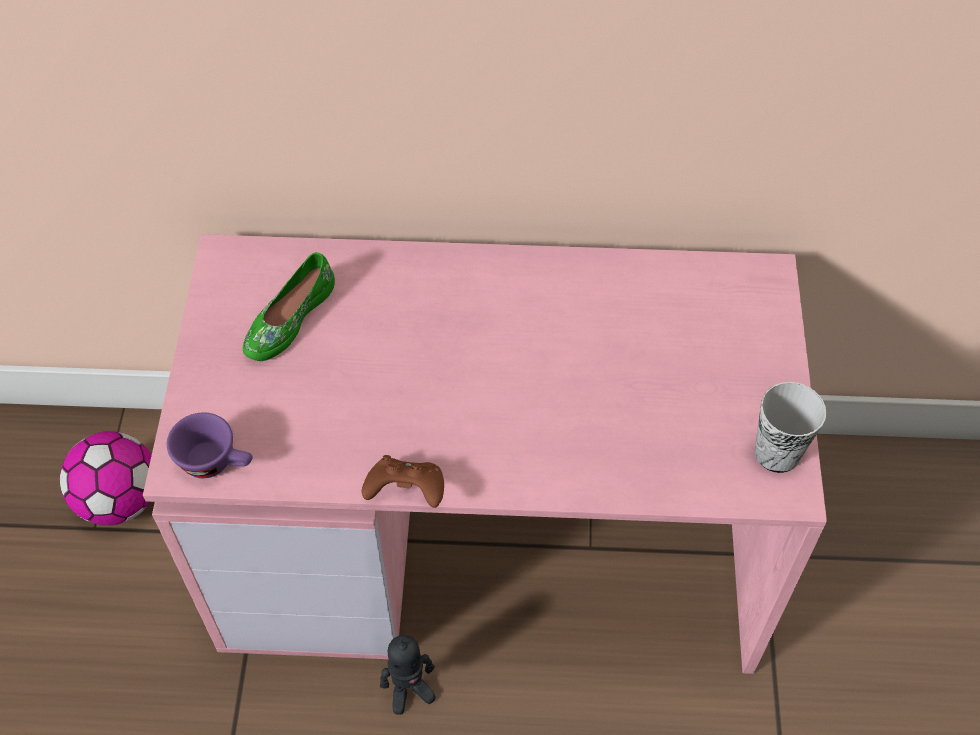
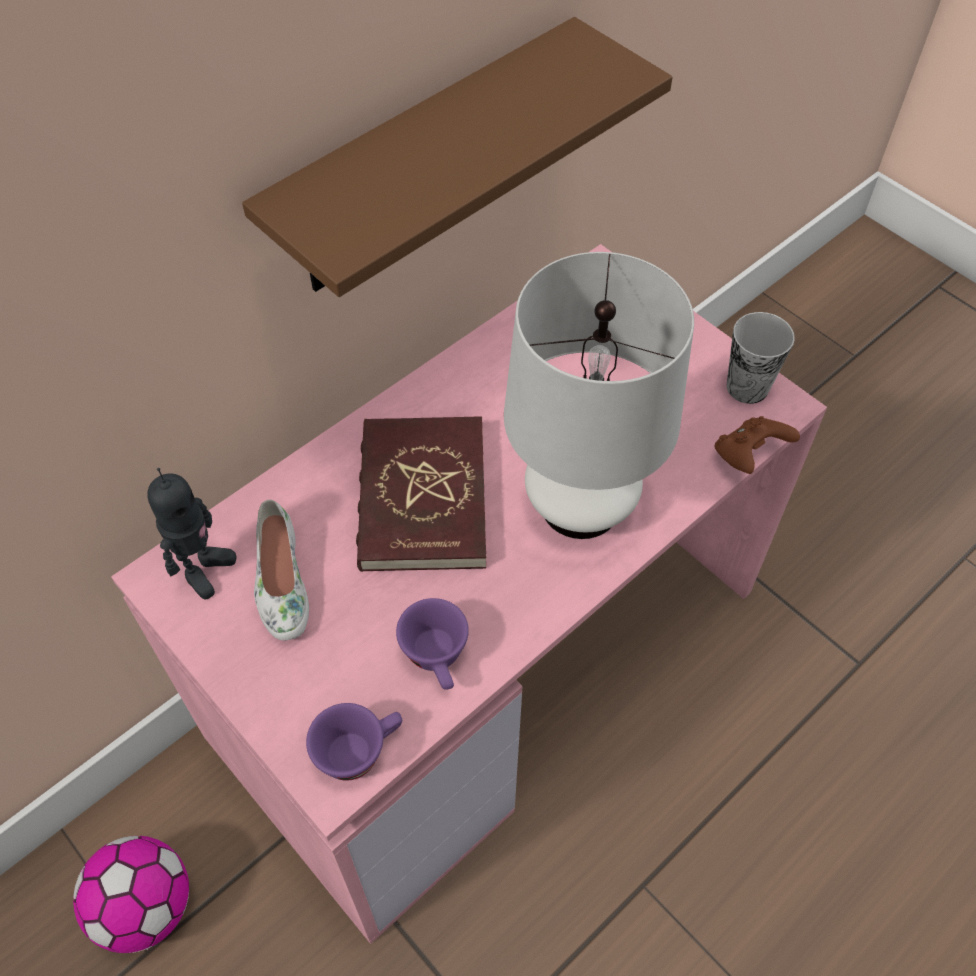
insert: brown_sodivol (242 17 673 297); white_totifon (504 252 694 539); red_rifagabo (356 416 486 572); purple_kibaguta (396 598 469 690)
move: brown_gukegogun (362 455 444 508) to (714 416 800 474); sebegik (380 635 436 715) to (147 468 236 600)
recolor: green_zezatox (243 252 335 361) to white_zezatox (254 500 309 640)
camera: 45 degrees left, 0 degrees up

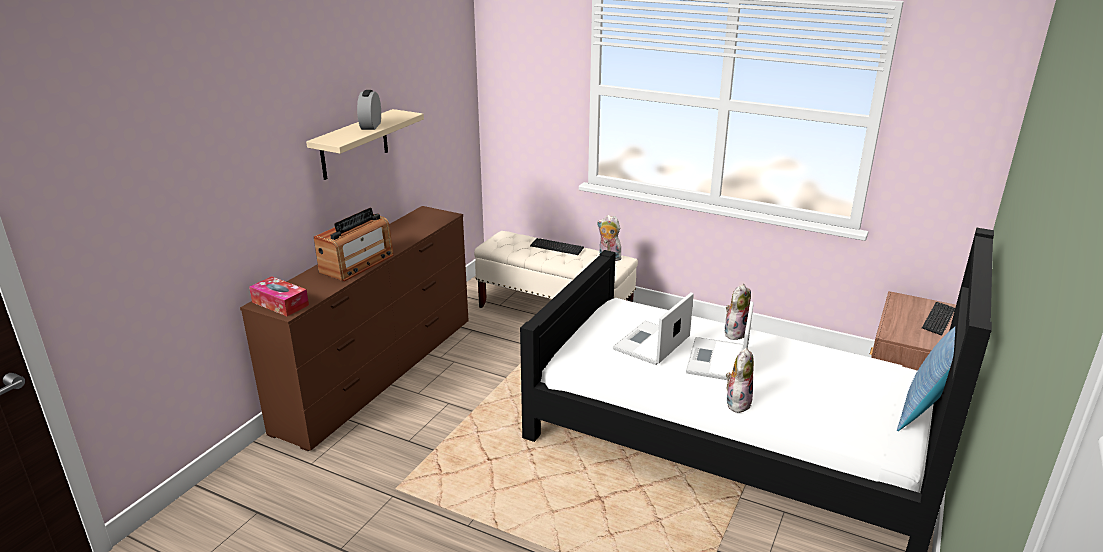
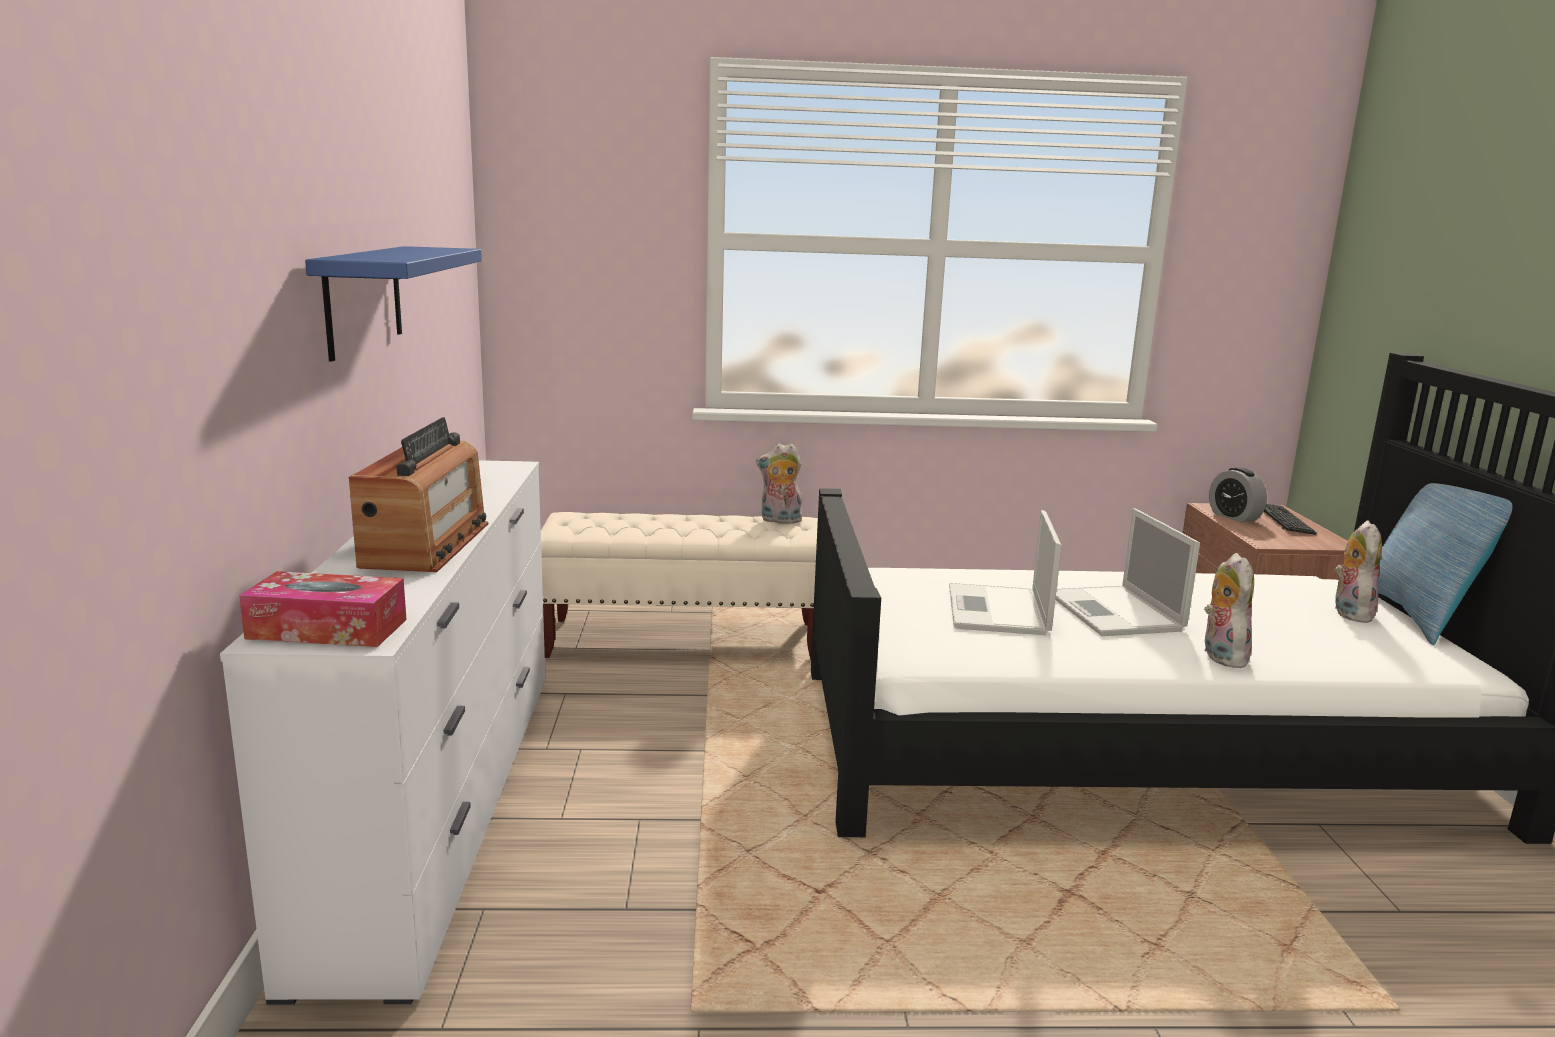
delete: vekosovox (530 238 584 255)
move: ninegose (357 90 381 130) to (1209 467 1267 523); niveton (725 284 751 340) to (1335 520 1382 623)
recolor: beige_sodivol (306 109 424 180) to blue_sodivol (305 246 482 361); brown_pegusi (240 206 469 452) to white_pegusi (220 460 545 1004)
camera: 30 degrees left, 10 degrees down

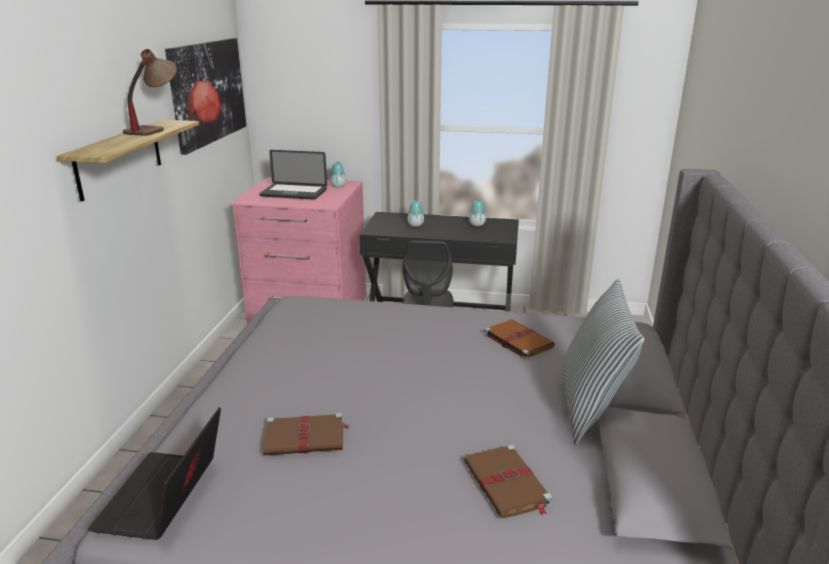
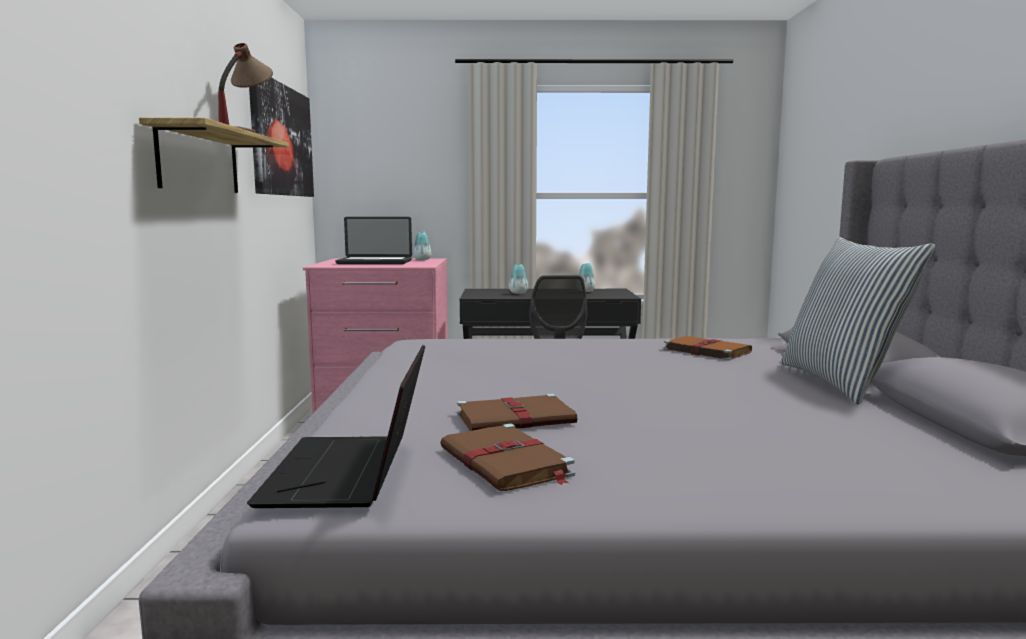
move: brown_rifagabo (464 444 552 518) to (440 423 575 491)
camera: 10 degrees left, 15 degrees down

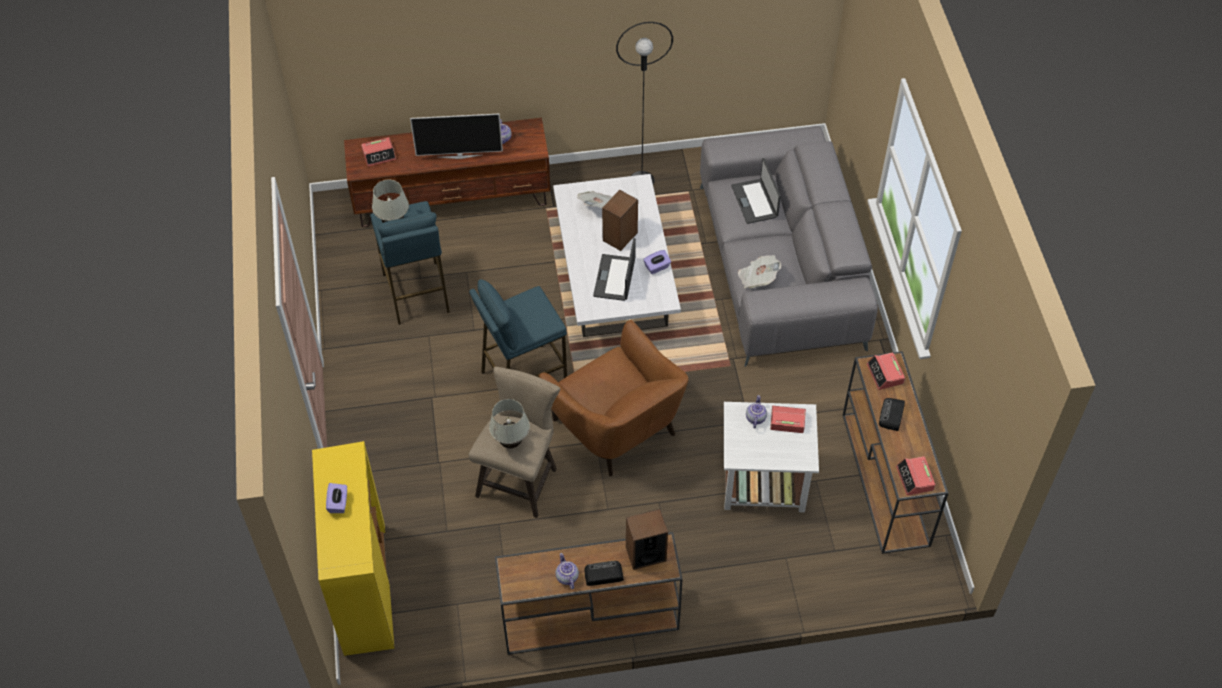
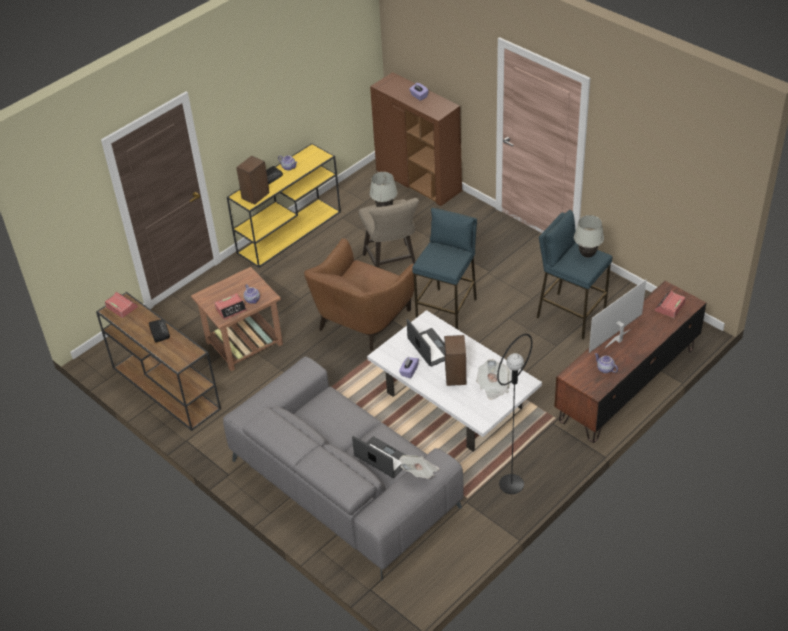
delete: ninegose (866 352 905 390)
move: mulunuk (738 255 781 288) to (399 455 439 479)
recolor: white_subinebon (724 402 819 512) to brown_subinebon (191 267 283 371); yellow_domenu (312 441 394 656) to brown_domenu (370 72 462 206); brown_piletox (495 532 683 655) to yellow_piletox (227 143 341 268)
rotate: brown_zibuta (538 320 689 476) = (304 238 417 351) 75 degrees counterclockwise
camera: 145 degrees right, 10 degrees down

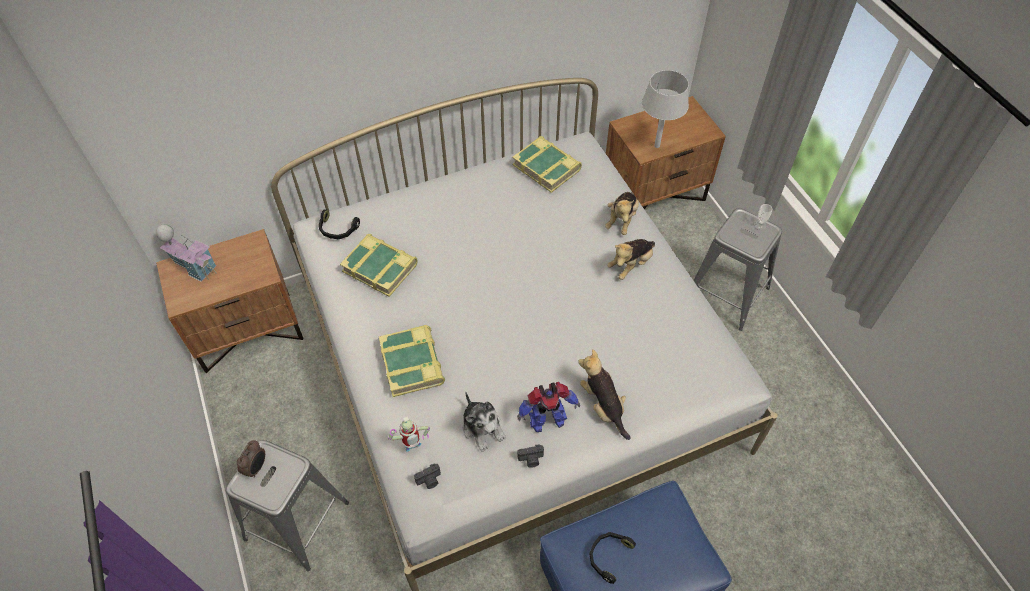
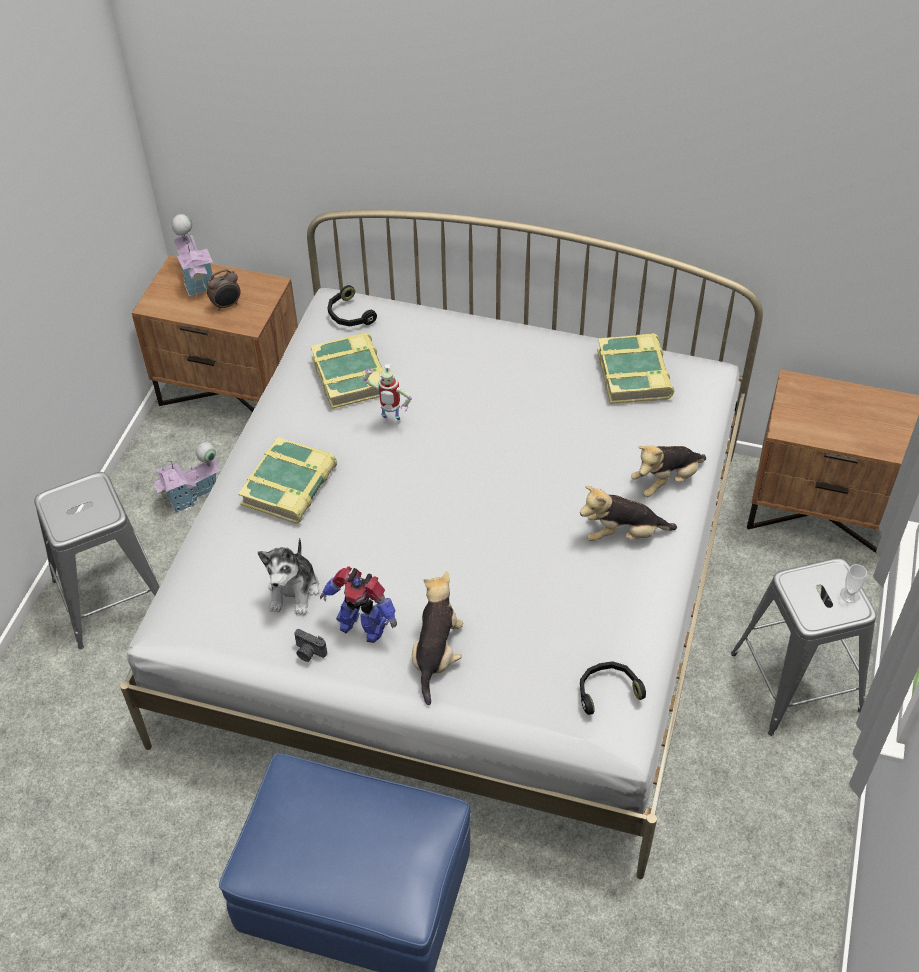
delete: grey_totifon (642 70 689 148); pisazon (414 463 441 489)
insert: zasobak (152 442 220 513)
move: sebegik (388 417 430 453) to (363 364 412 423); ninegose (237 440 265 478) to (207 269 241 311); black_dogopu (589 532 636 584) to (580 661 646 715)
camera: 40 degrees right, 5 degrees down

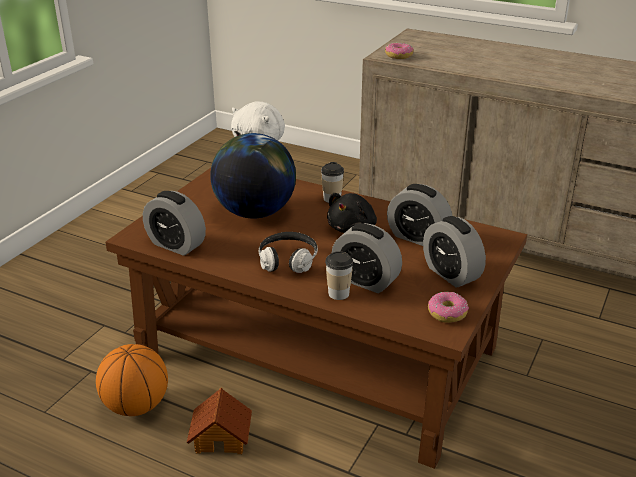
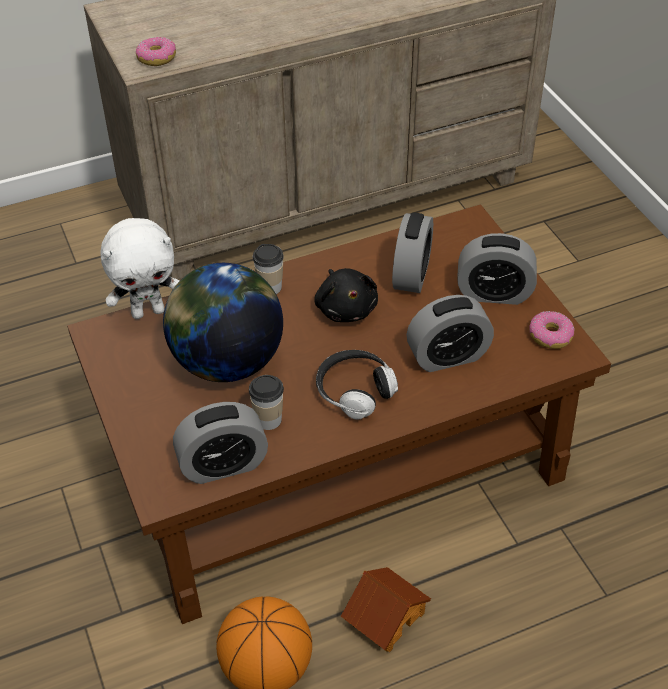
move: kibaguta (325 251 353 300) to (249 375 284 430)
rotate: ninegose (387 184 452 246) = (392 213 433 293) 60 degrees counterclockwise
camera: 50 degrees left, 15 degrees up

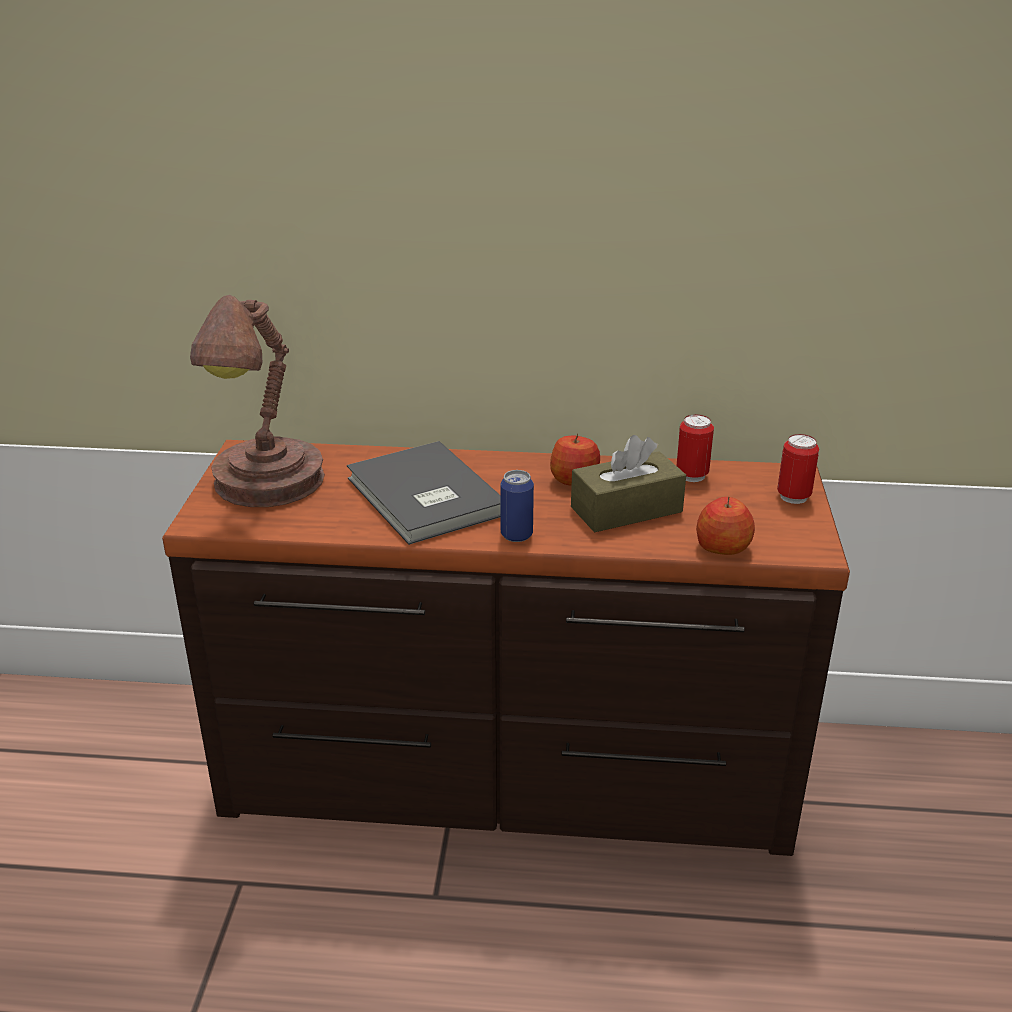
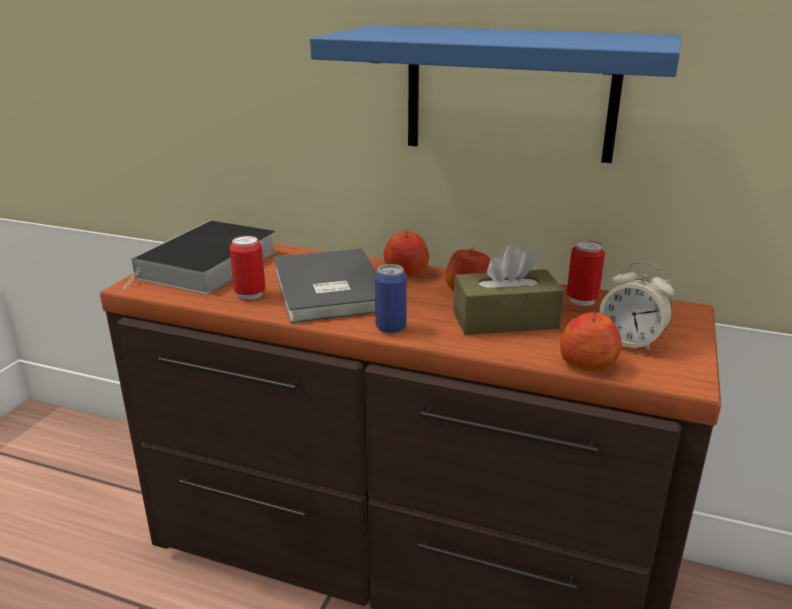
insert: blue_sodivol (310 25 681 163); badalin (383 230 429 277); ninegose (599 262 674 353)
move: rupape (777 434 819 504) to (230 235 265 300)
replace: brown_totifon (190 295 325 507) to rifagabo (122 220 276 294)
camera: 15 degrees right, 5 degrees down

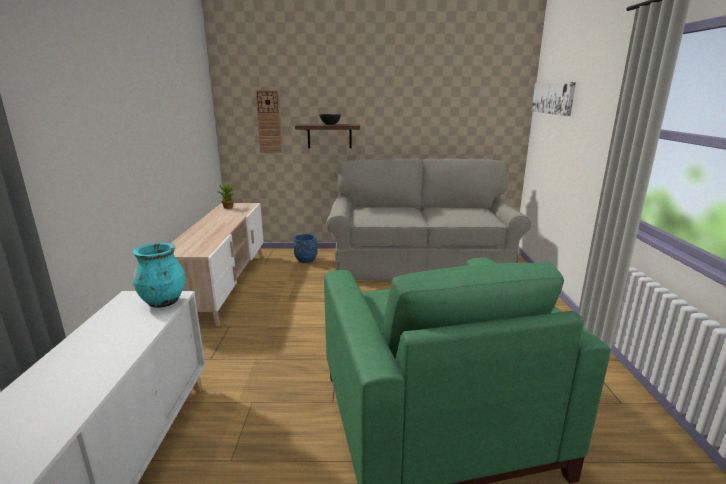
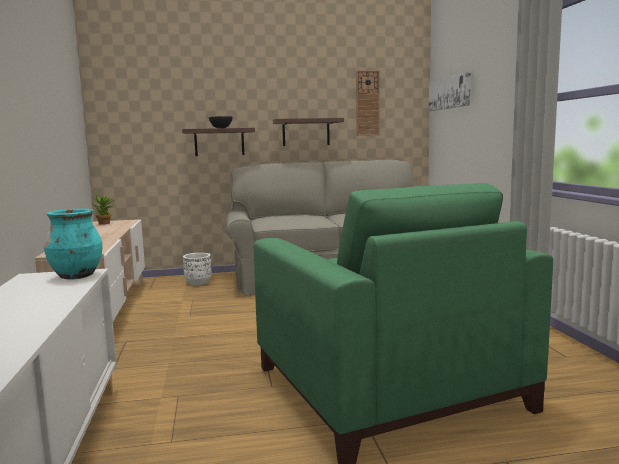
insert: sodivol (273 118 344 146)
move: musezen (255 90 282 152) to (356 70 380 136)
recolor: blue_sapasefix (293 234 317 263) to white_sapasefix (183 253 212 285)
camera: 10 degrees left, 10 degrees down

